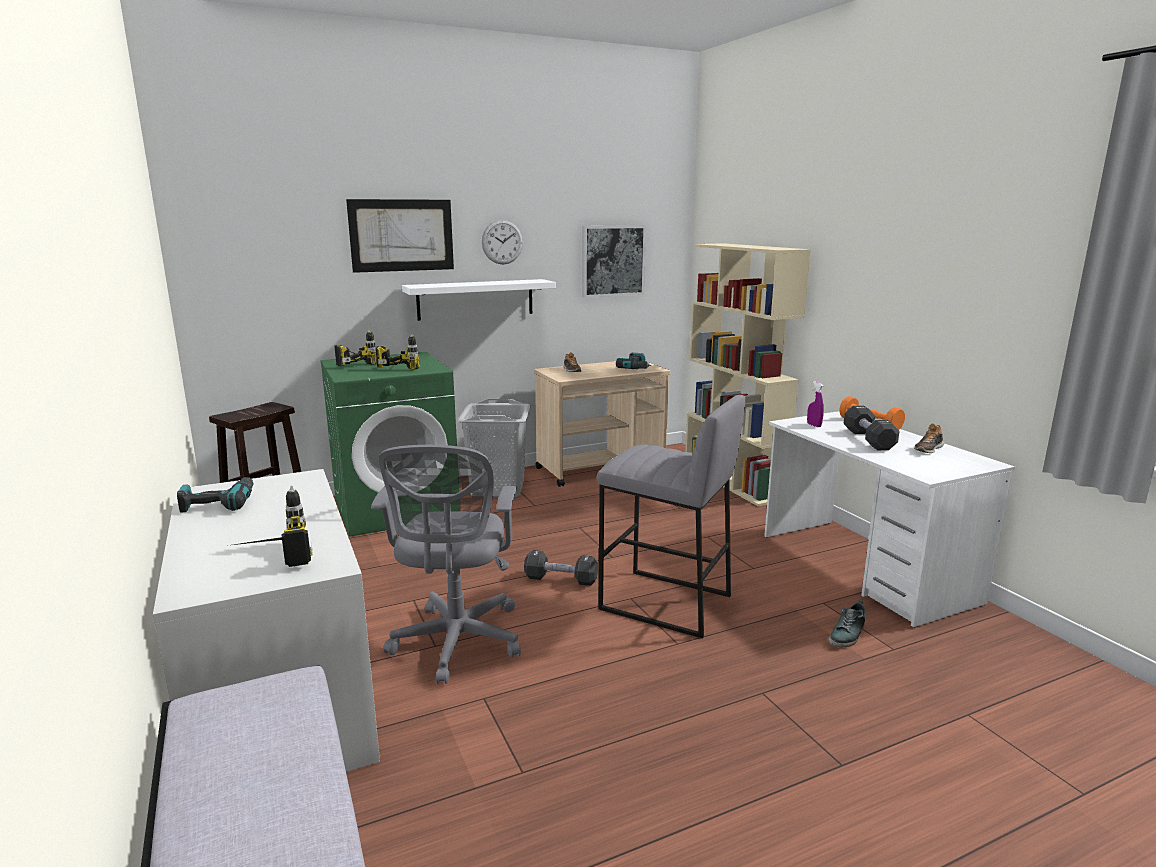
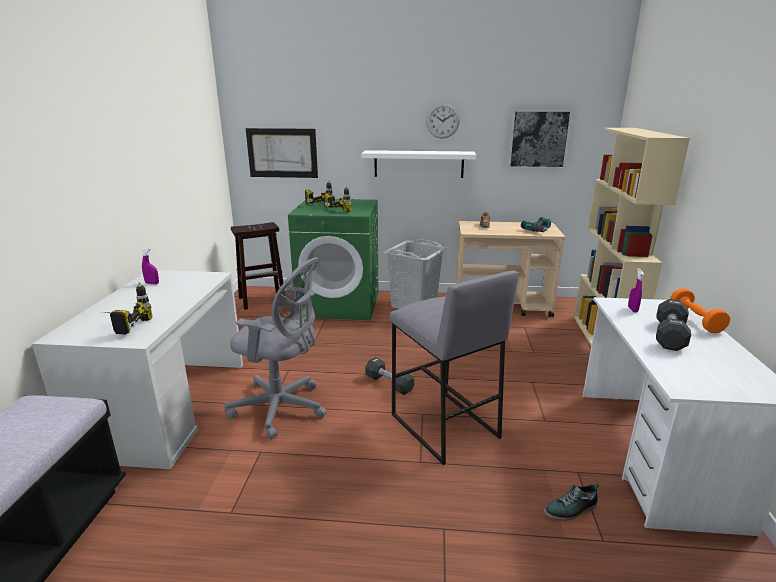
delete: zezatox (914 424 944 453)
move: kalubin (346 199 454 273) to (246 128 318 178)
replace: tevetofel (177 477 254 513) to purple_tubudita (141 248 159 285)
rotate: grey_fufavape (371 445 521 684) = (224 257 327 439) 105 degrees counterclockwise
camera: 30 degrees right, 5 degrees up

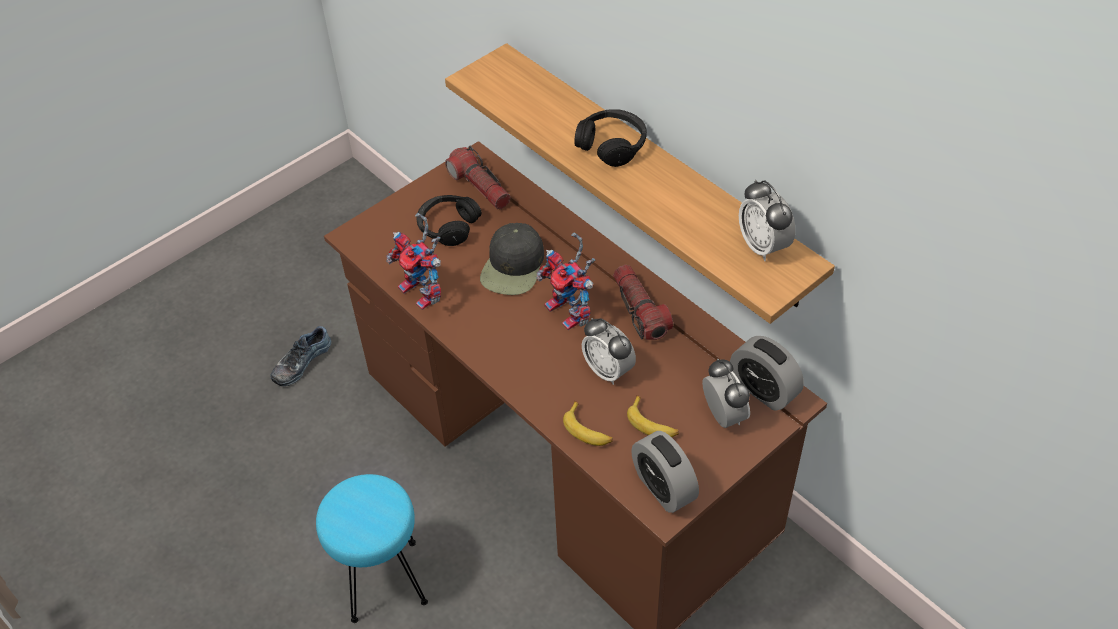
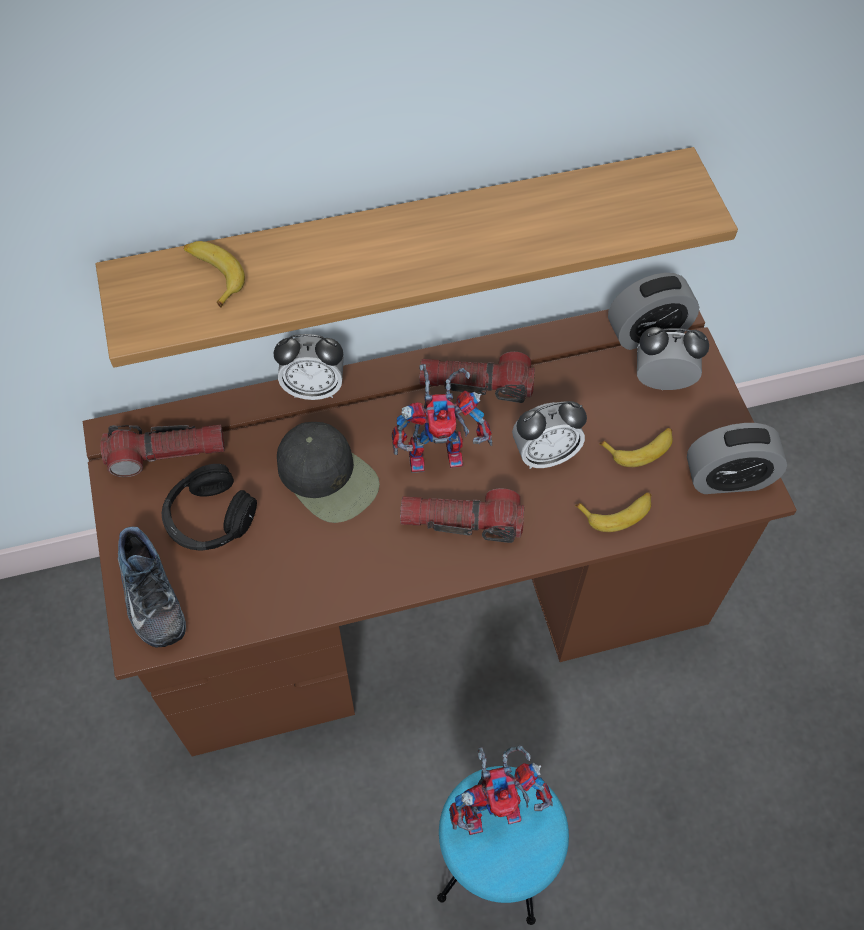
delete: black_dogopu (574 109 647 167)
insert: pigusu (184 241 245 308); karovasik (400 488 524 543)
move: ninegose (739 180 796 261) to (274 334 344 400); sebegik (386 213 441 310) to (449 745 553 835); zezatox (271 326 331 386) to (118 527 186 647)
camera: 65 degrees left, 10 degrees up

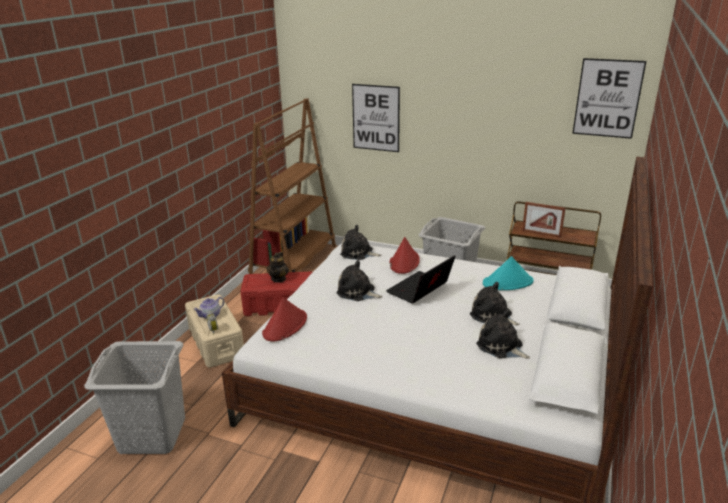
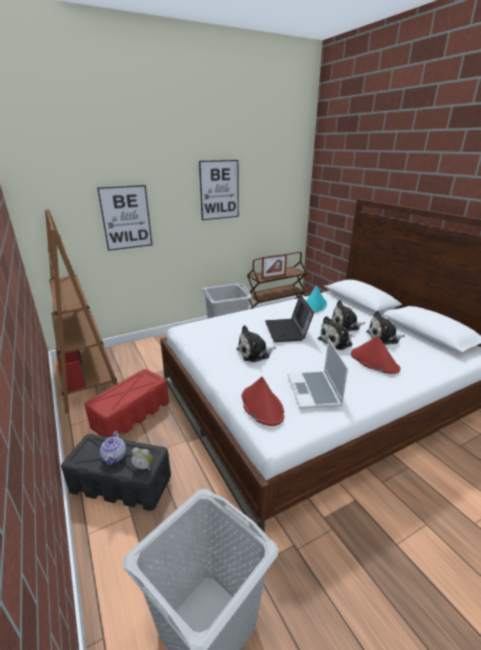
delete: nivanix (267 252 289 283)
insert: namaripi (288 338 348 409)
move: kalubin (572 58 646 139) to (199 160 239 220); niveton (340 225 382 260) to (318 316 353 350); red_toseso (390 237 420 274) to (351 336 400 374)
recolor: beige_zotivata (185 294 244 368) to black_zotivata (61 434 171 511)
camera: 50 degrees left, 0 degrees up

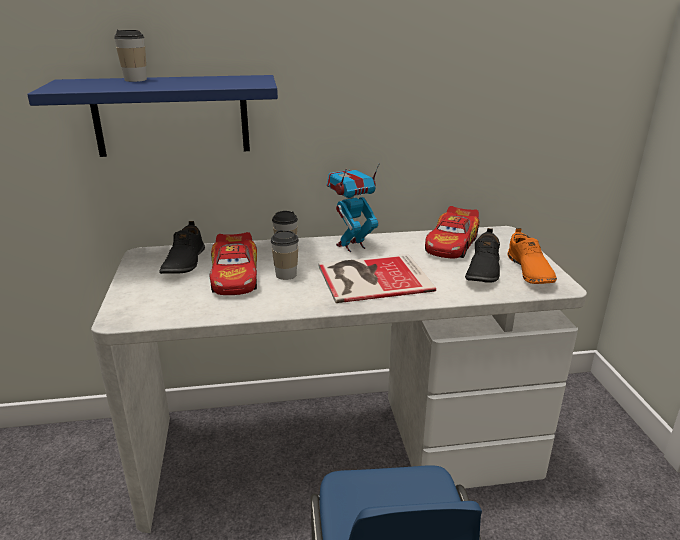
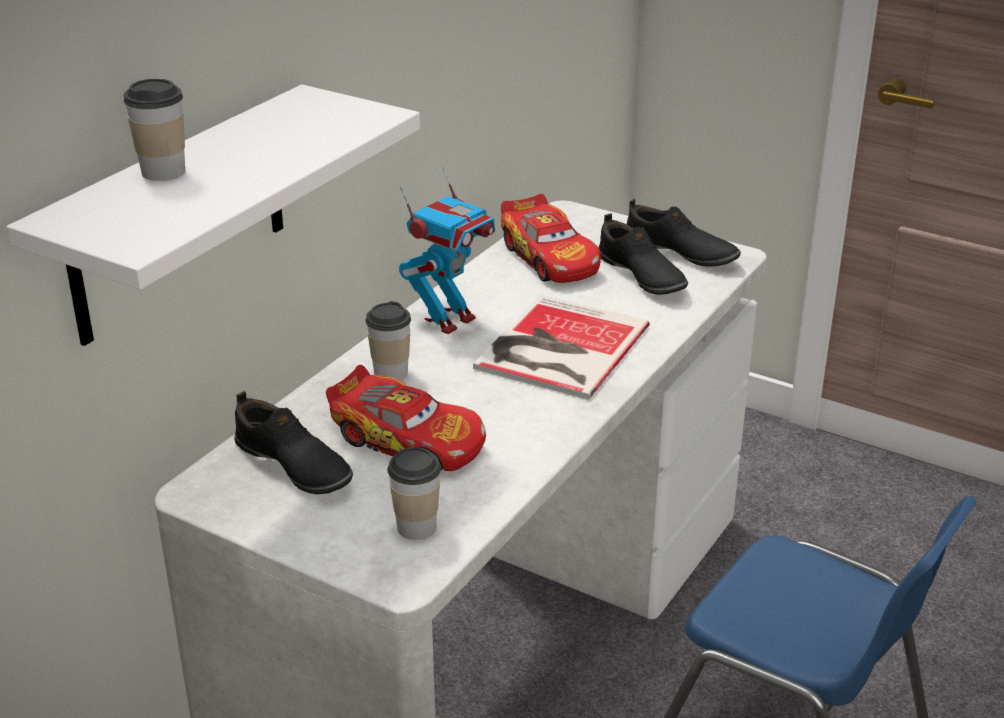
move: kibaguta (271 230 299 280) to (387 447 441 540)
recolor: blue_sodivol (27 75 278 157) to white_sodivol (7 85 420 346); orange_zezatox (507 228 557 284) to black_zezatox (627 199 741 267)
rotate: sebegik (327 163 380 252) = (399 167 495 334) 150 degrees counterclockwise
camera: 50 degrees left, 5 degrees up

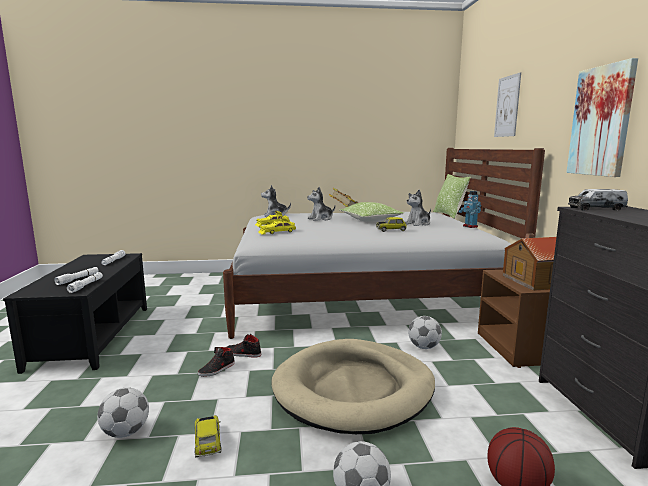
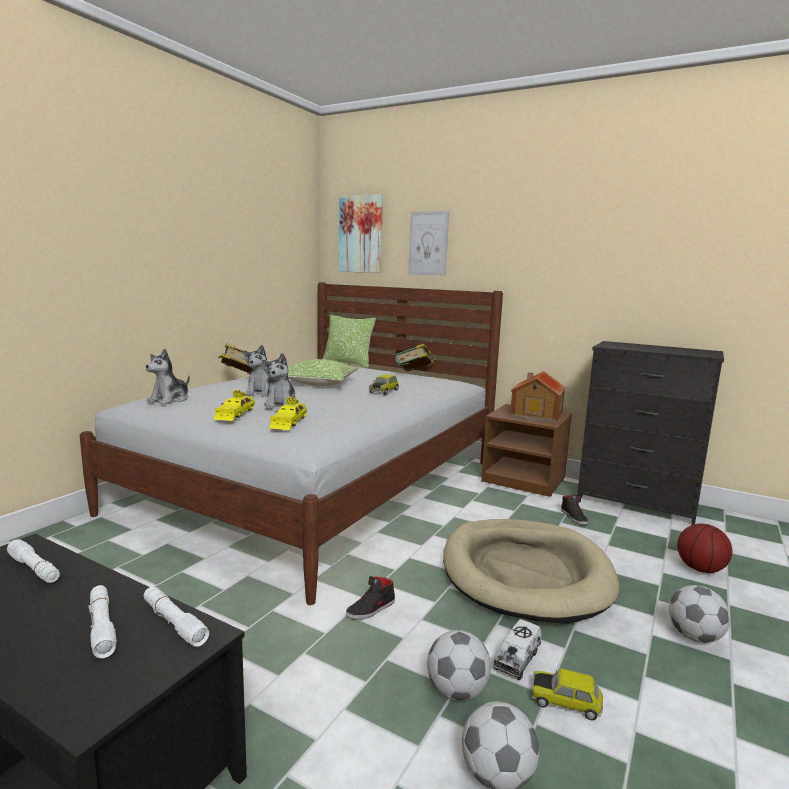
move: kalubin (567 58 638 177) to (339 194 383 273); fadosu (568 189 628 210) to (493 619 542 680); niveton (405 190 431 226) to (262 353 296 409); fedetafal (408 316 442 349) to (427 630 491 701); black_zezatox (198 347 235 377) to (561 495 588 525)
replace: sebegik (459 191 481 228) to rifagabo (396 344 435 372)
camera: 55 degrees left, 0 degrees up

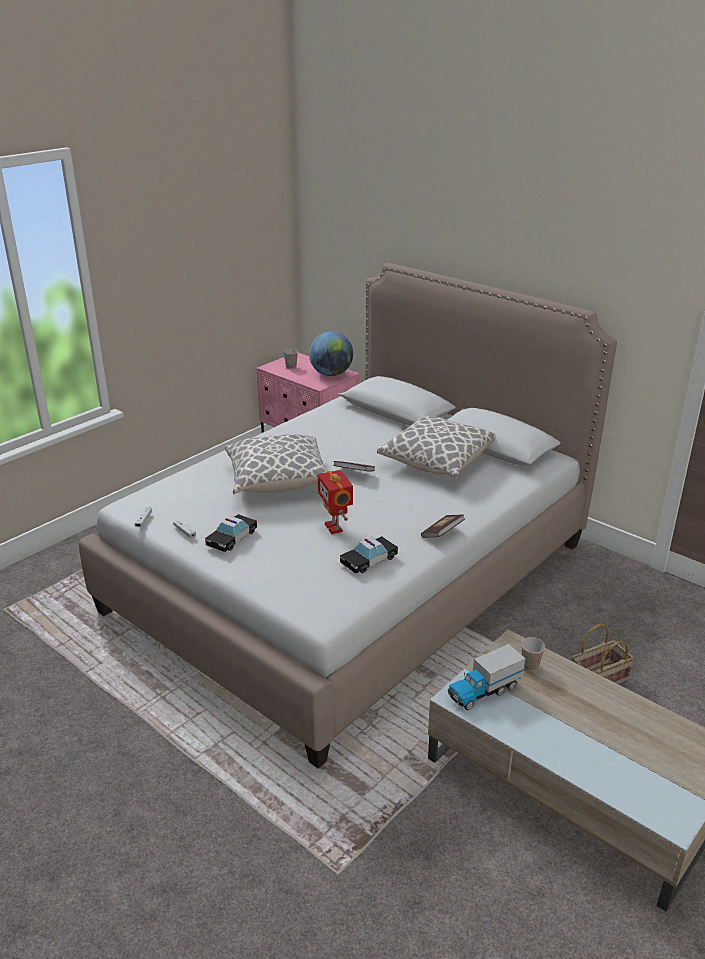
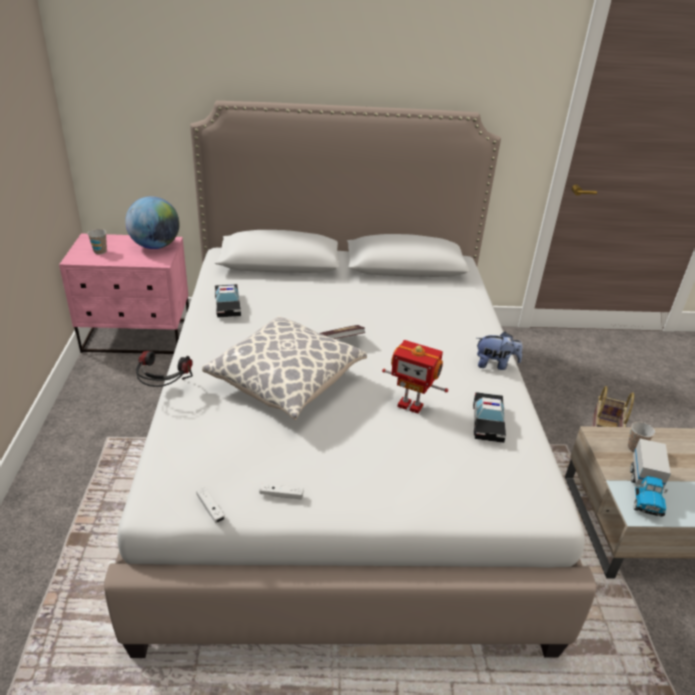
delete: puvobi (377 416 496 478)
insert: dogopu (136 351 193 387)
move: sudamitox (205 514 257 552) to (215 284 241 318)
replace: rifagabo (421 514 465 538) to niveton (477 332 522 370)
camera: 45 degrees left, 5 degrees up

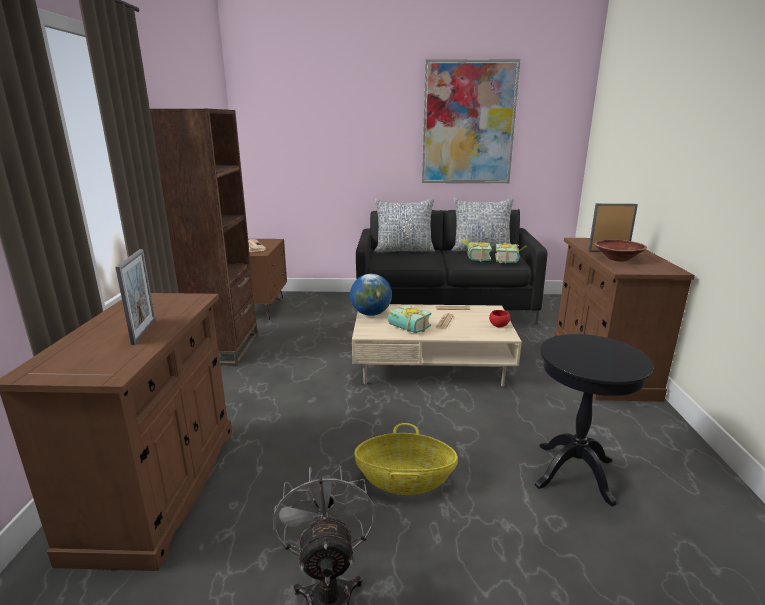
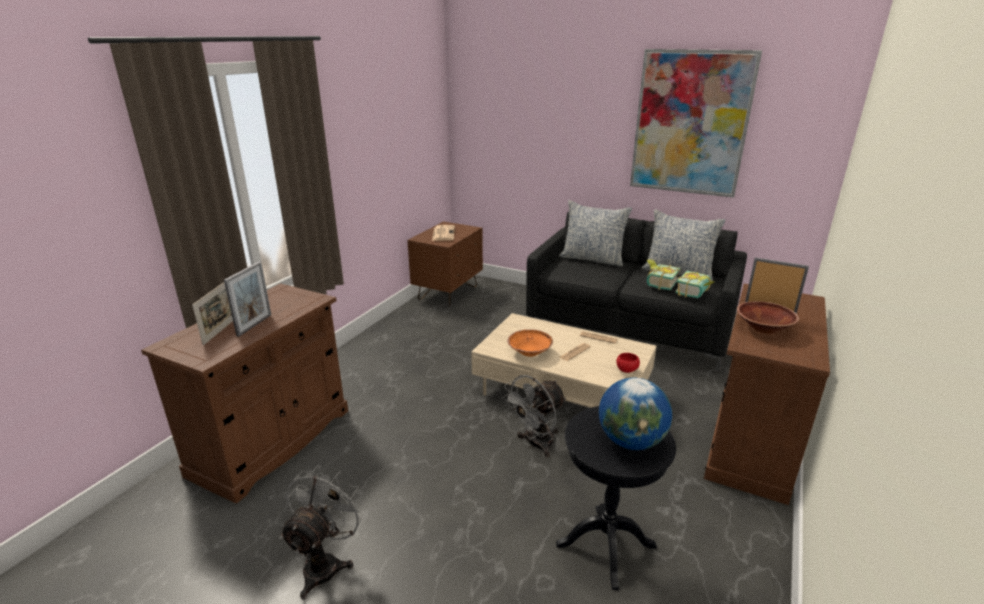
delete: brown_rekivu (150 109 258 365); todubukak (354 423 458 495)
insert: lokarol (192 282 233 345); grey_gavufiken (501 375 566 457)
move: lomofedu (350 274 392 316) to (599 378 672 450)
replace: rifagabo (388 305 431 334) to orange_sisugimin (507 329 553 357)
camera: 25 degrees right, 5 degrees up

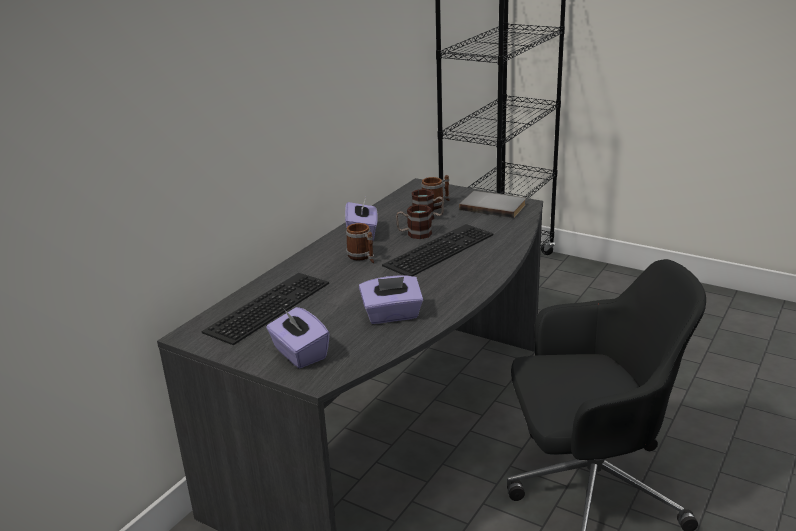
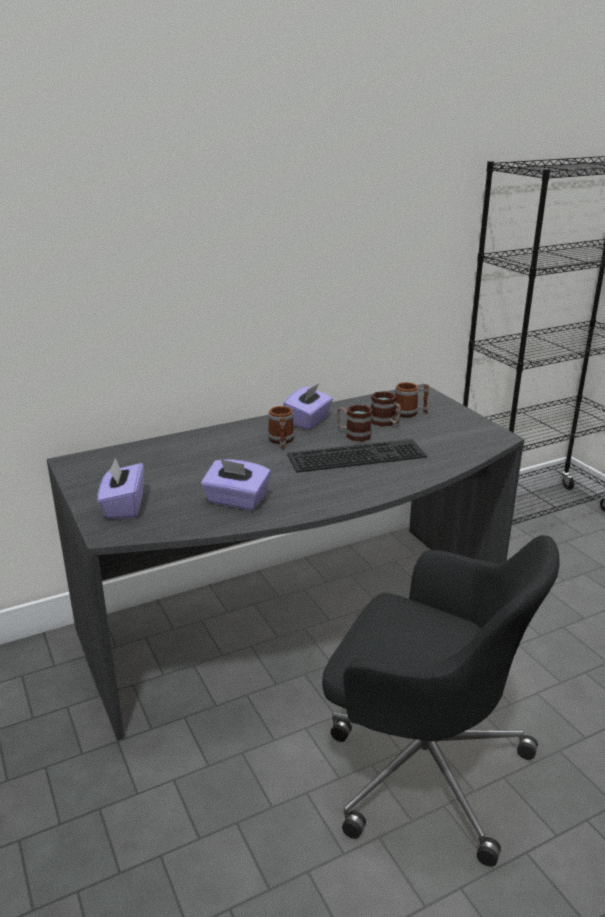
delete: grey_rifagabo (459 191 526 218); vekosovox (201 273 329 345)
camera: 30 degrees right, 0 degrees up

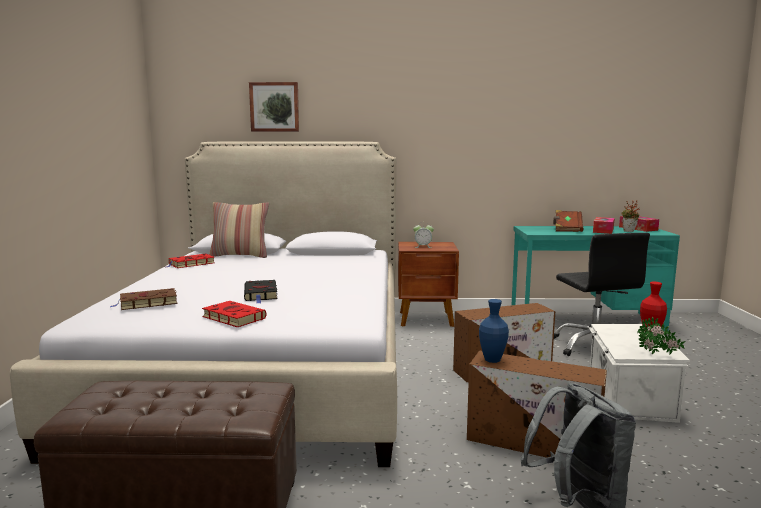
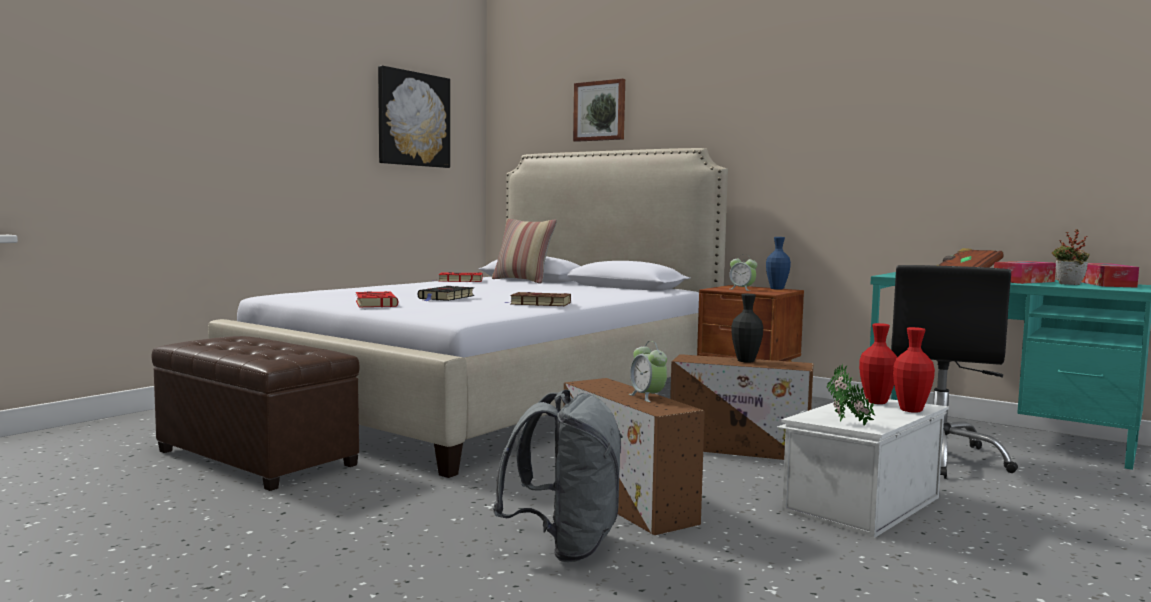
insert: kalubin (378 66 450 168); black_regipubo (731 294 763 363); red_regipubo (859 323 897 404); ninegose (629 341 667 402)
move: brown_rifagabo (111 288 177 310) to (505 292 571 306); blue_regipubo (479 299 509 363) to (766 237 791 290)
camera: 35 degrees right, 5 degrees down

